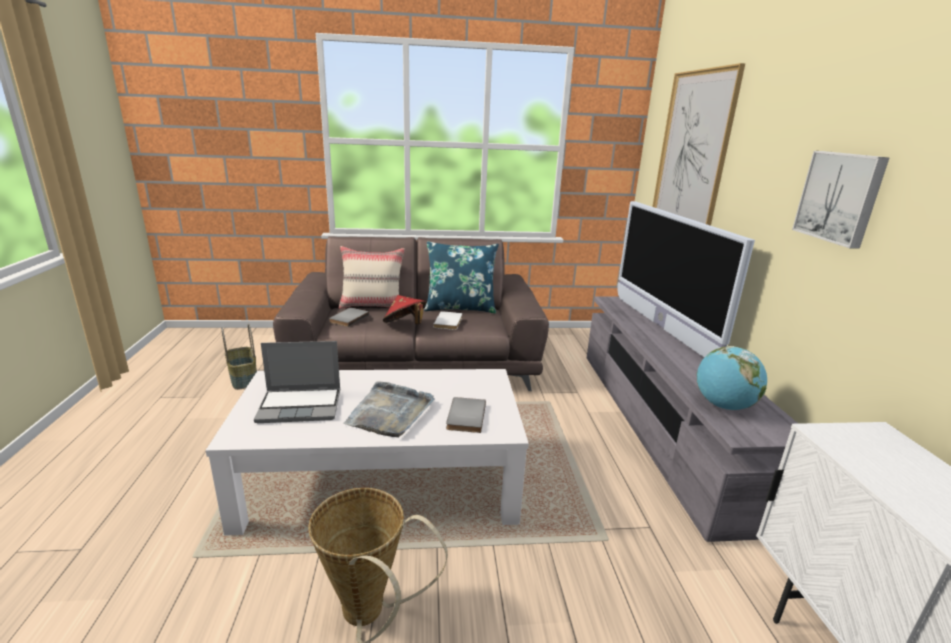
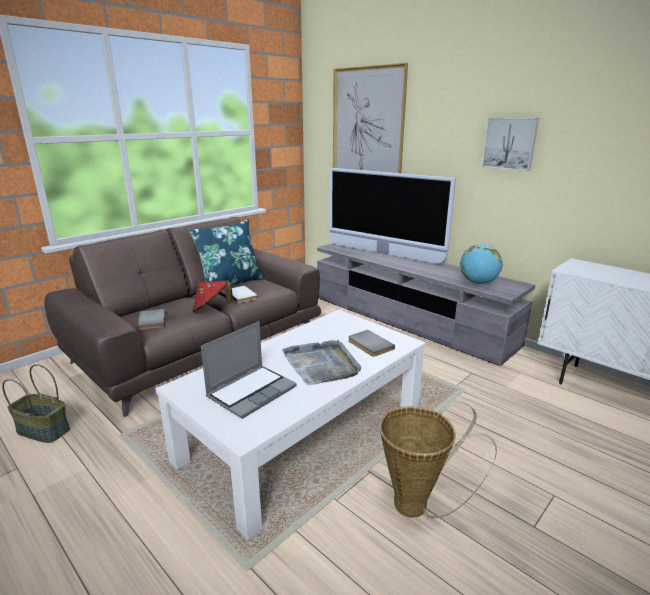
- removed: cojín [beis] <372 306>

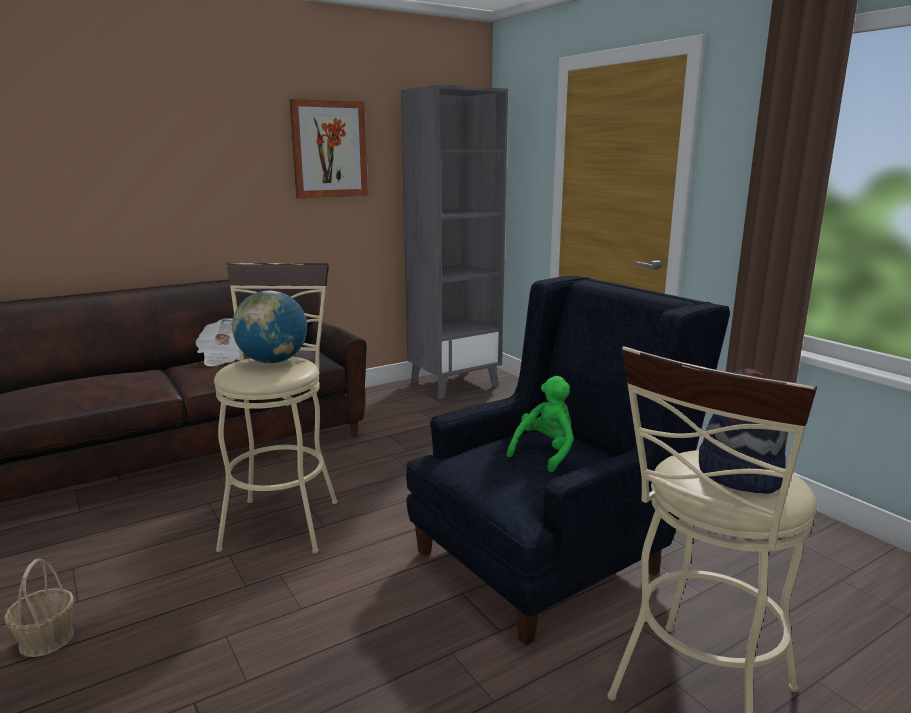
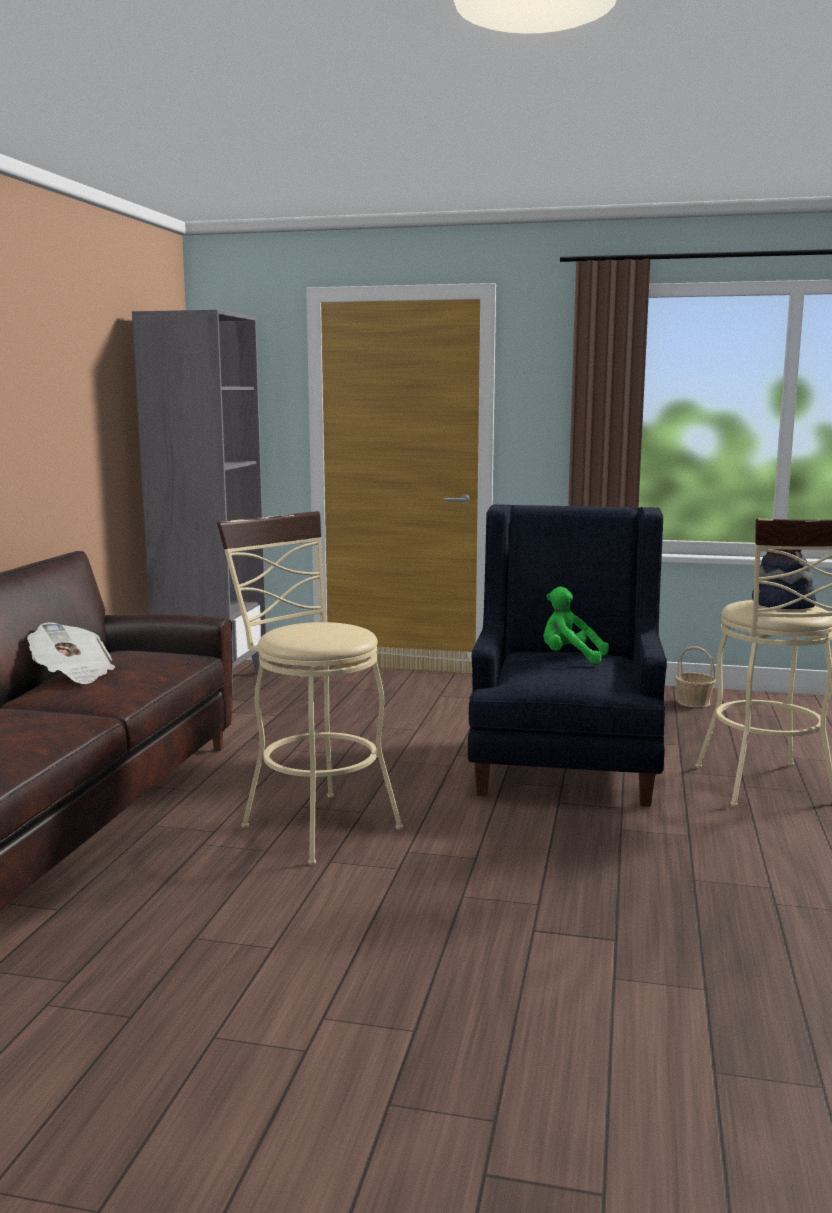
- removed: cuadro <329 149>
- removed: globo terráqueo <273 361>
- turned: peluche [verde] <545 453> = <570 658> 60 degrees counterclockwise
- moved: cesta <46 639> to <694 702>

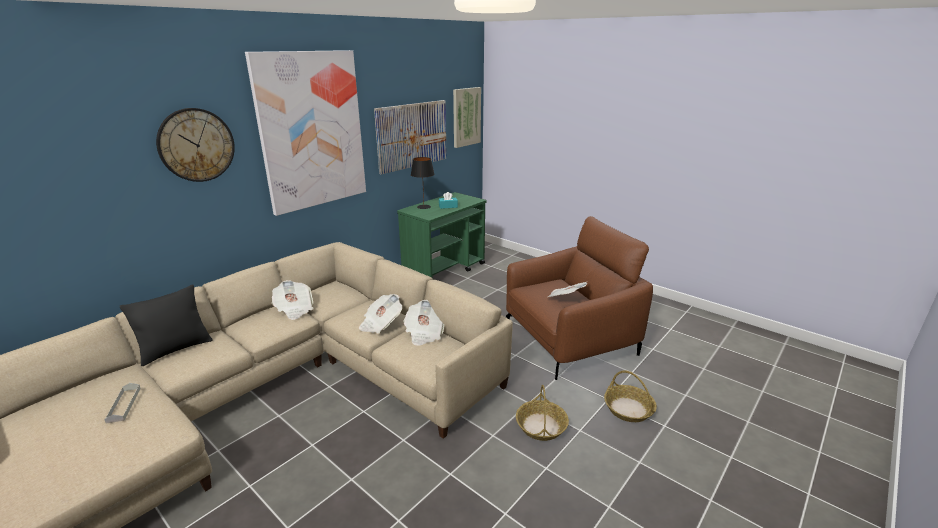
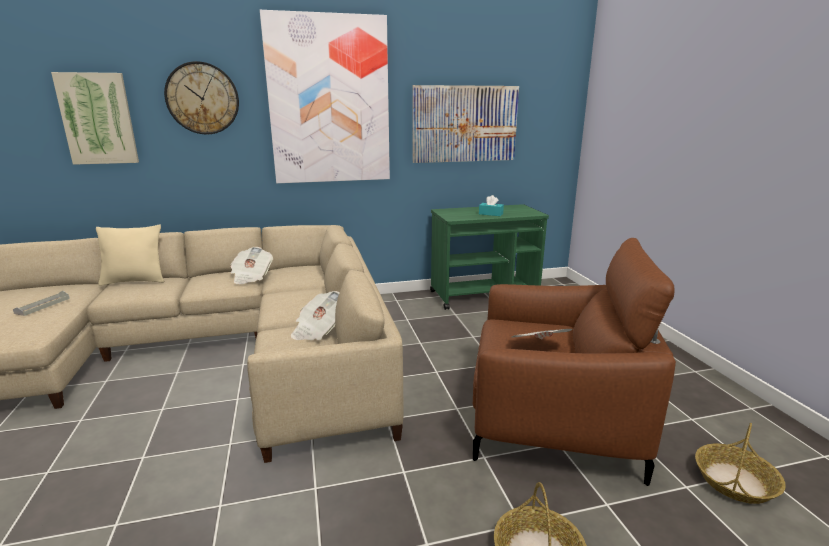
- moved: cuadro <466 117> to <98 119>
- removed: lámpara de mesa [negro] <423 207>
- recoloured: cojín [negro] <176 349> to cojín [beis] <135 281>
- removed: periódico <380 324>
- moved: cesta <541 426> to <735 482>

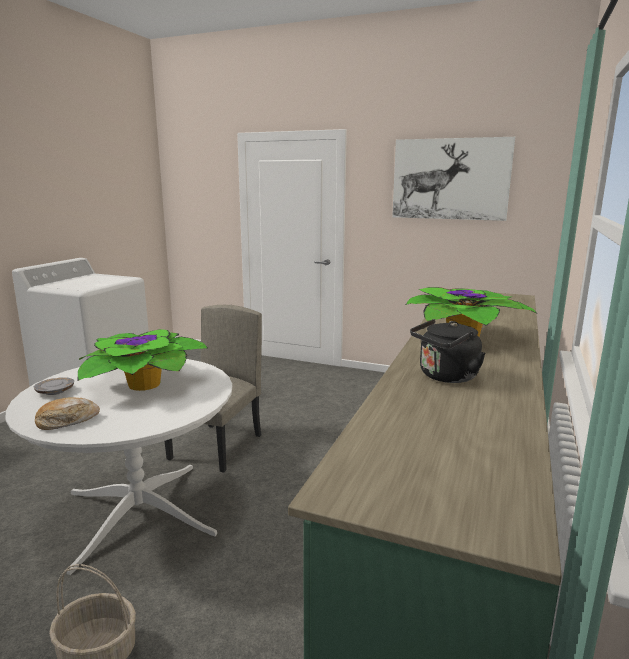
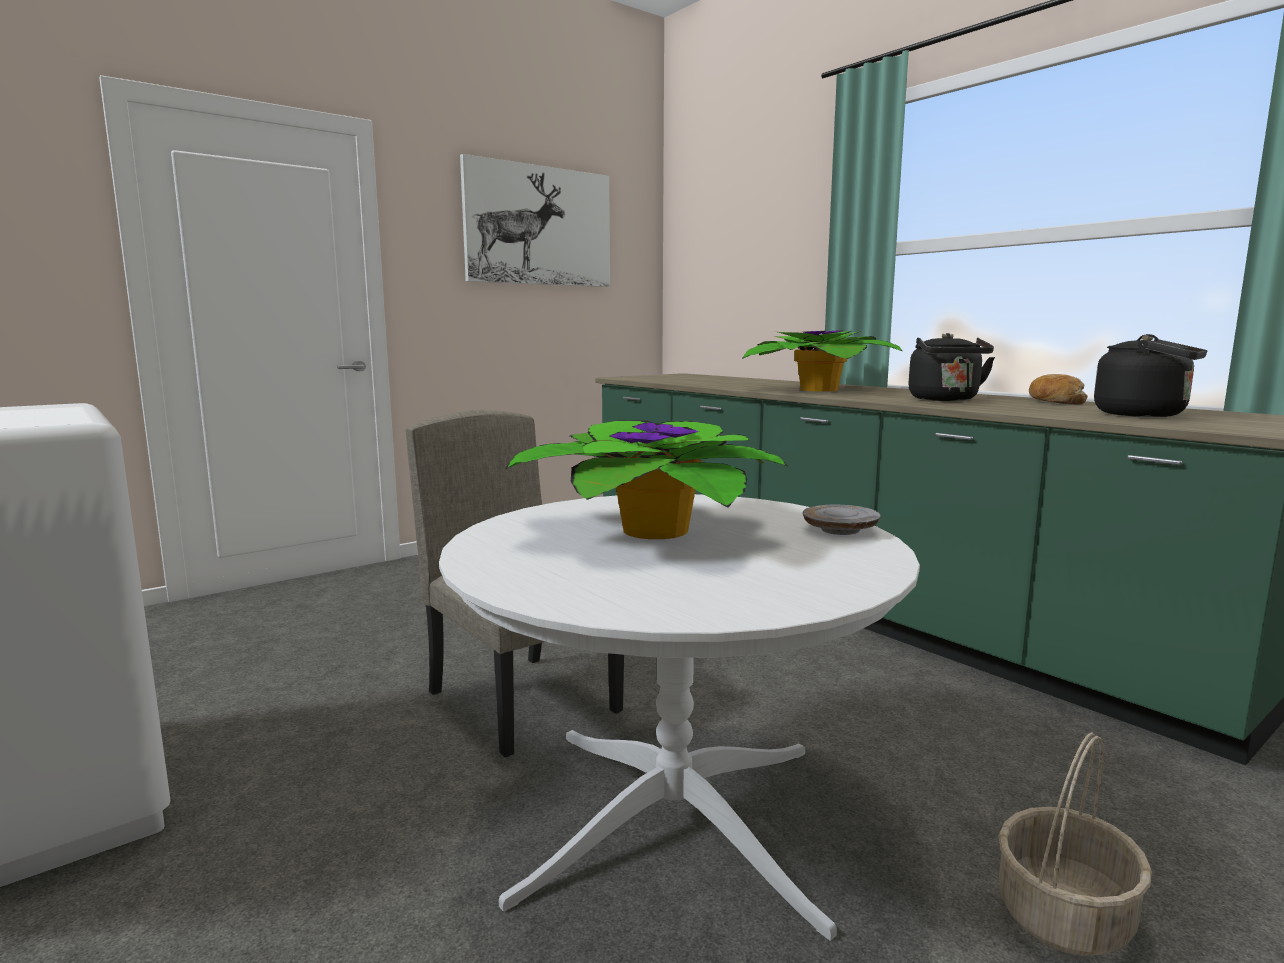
- moved: plato [gris] <55 392> to <840 530>
- moved: pan <67 421> to <1054 402>
- added: hervidor [negro] <1146 415>

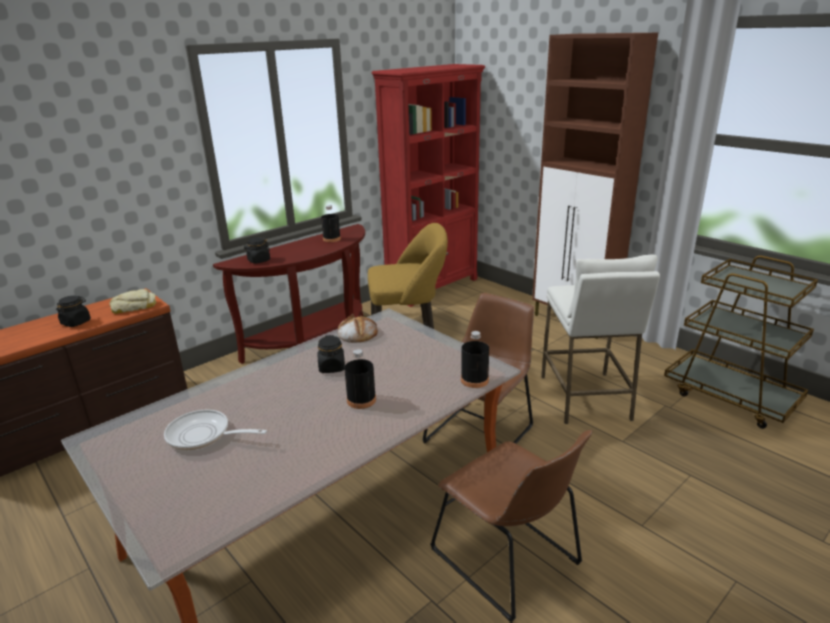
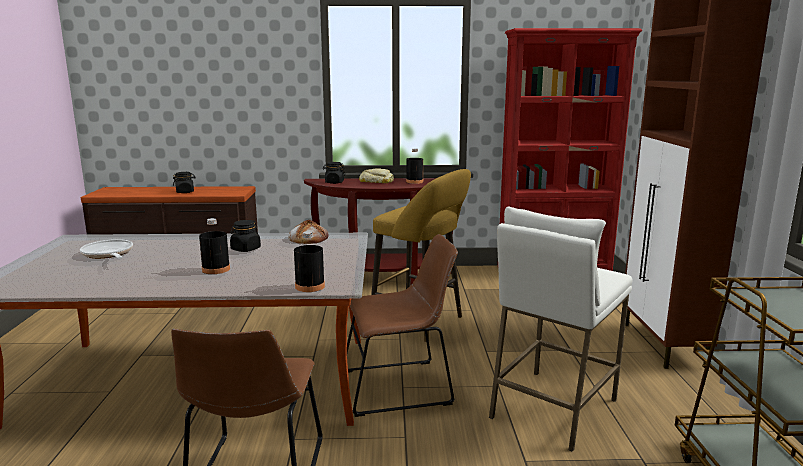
- moved: pan <134 306> to <376 181>

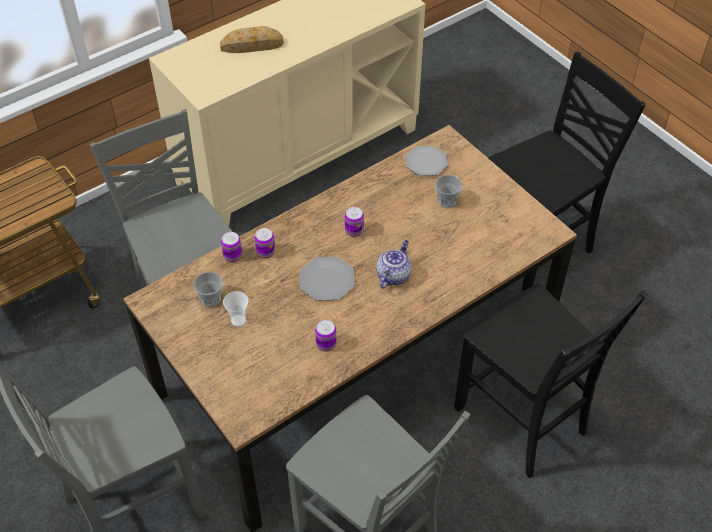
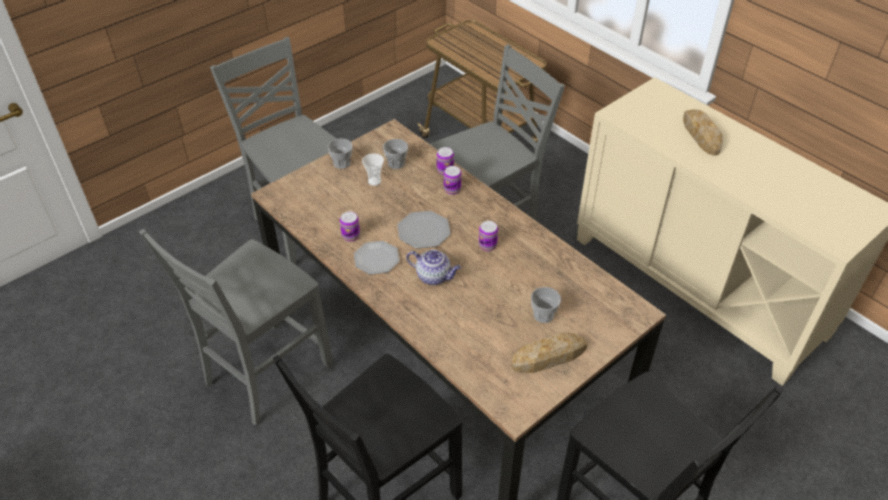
- moved: plato <425 162> to <376 258>
- added: taza <342 163>
- added: pan <549 357>

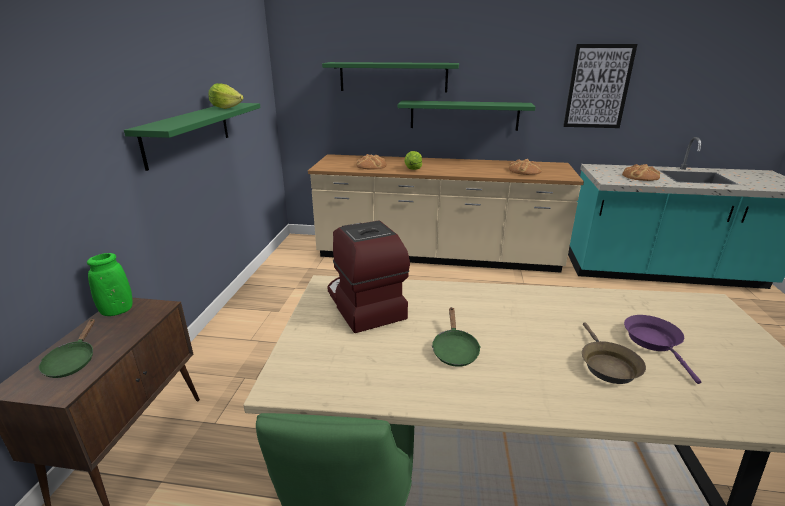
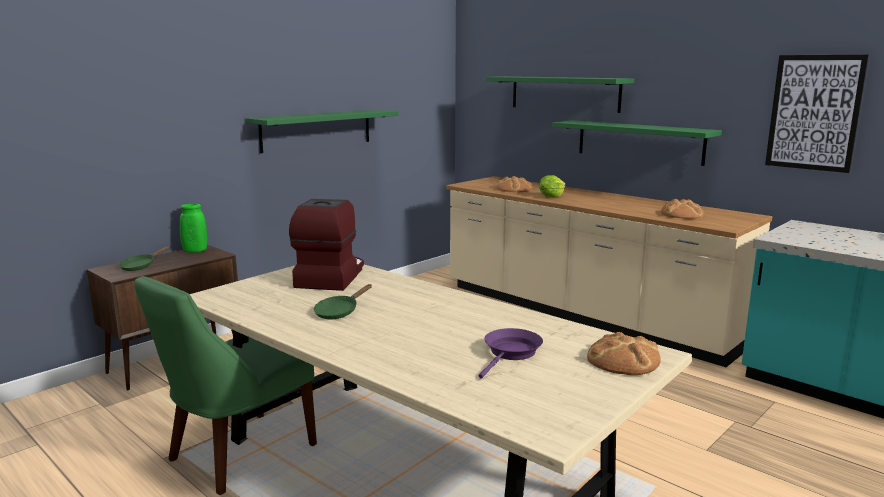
- removed: lechuga <226 108>
- moved: pan <640 176> to <623 360>
- removed: sartén [marrón] <607 365>

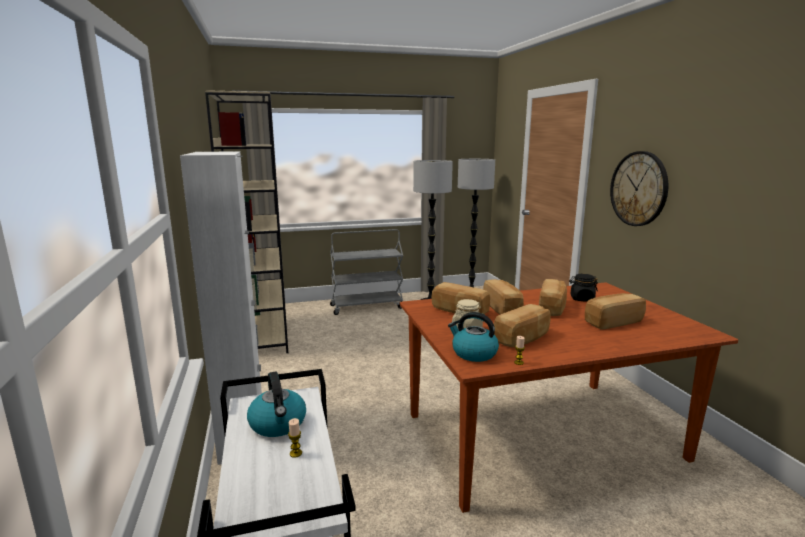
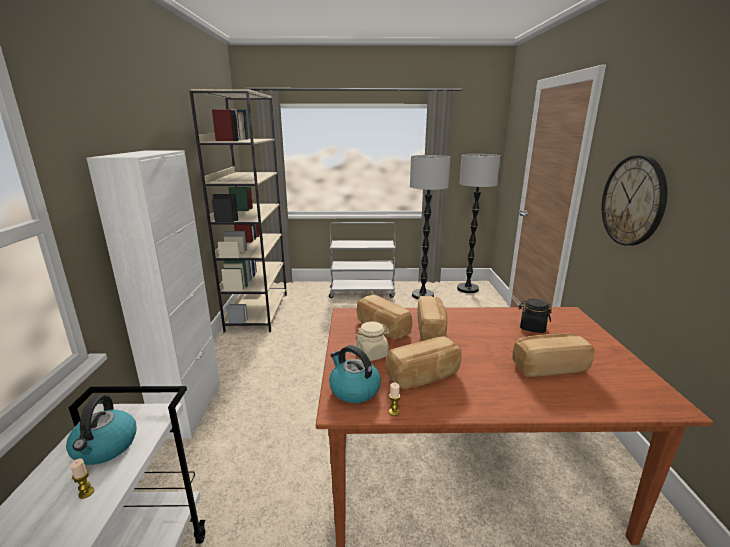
- removed: pan <552 308>

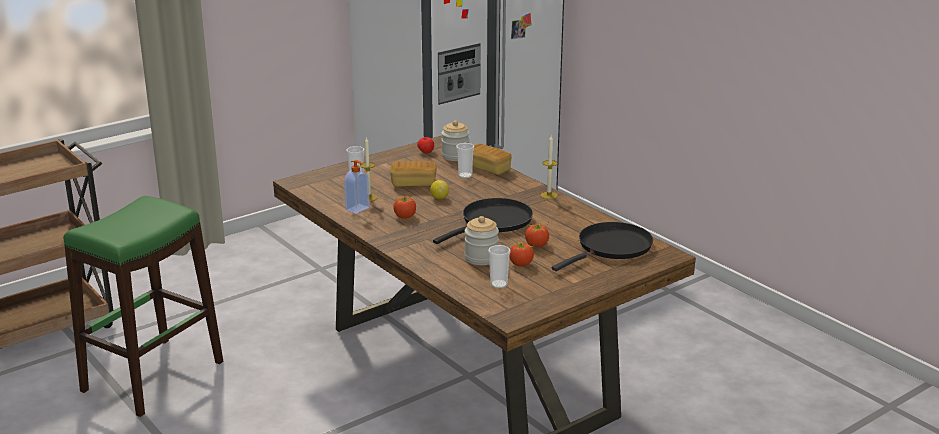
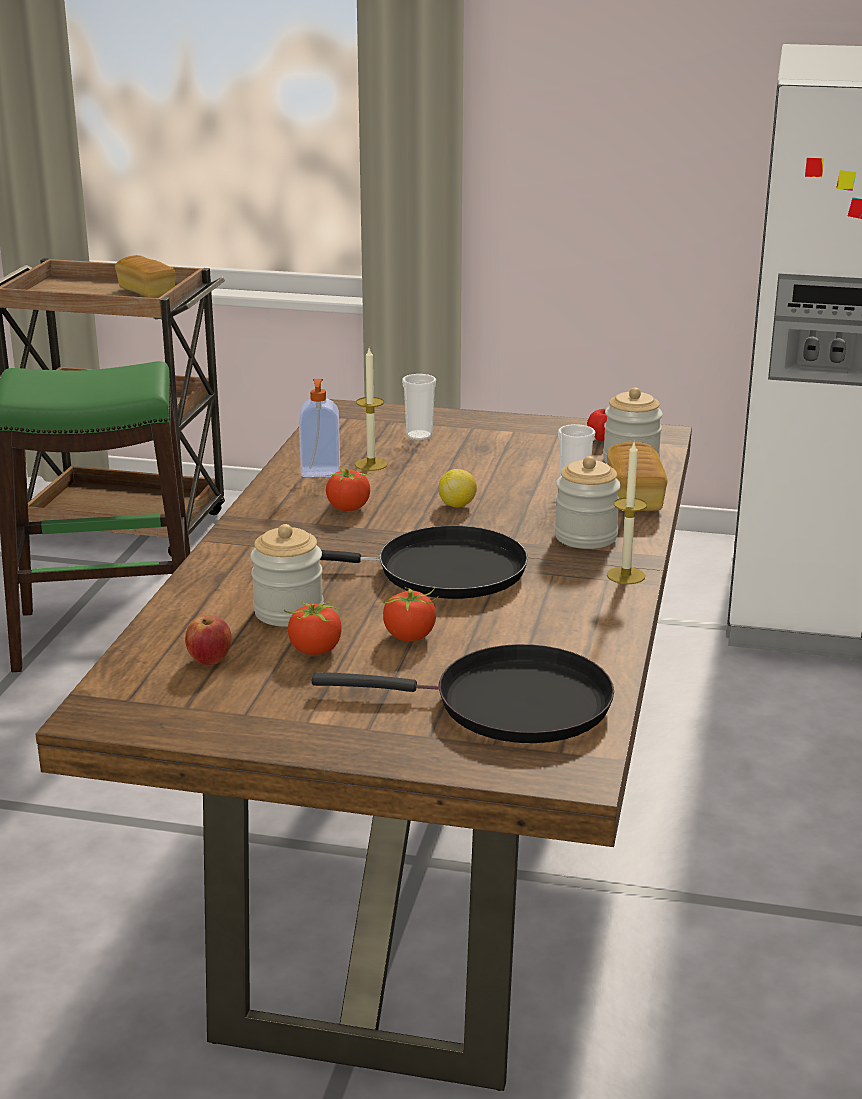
- moved: pan <413 184> to <146 292>
- replaced: taza <498 284> to manzana <210 660>
- added: tarro <585 537>

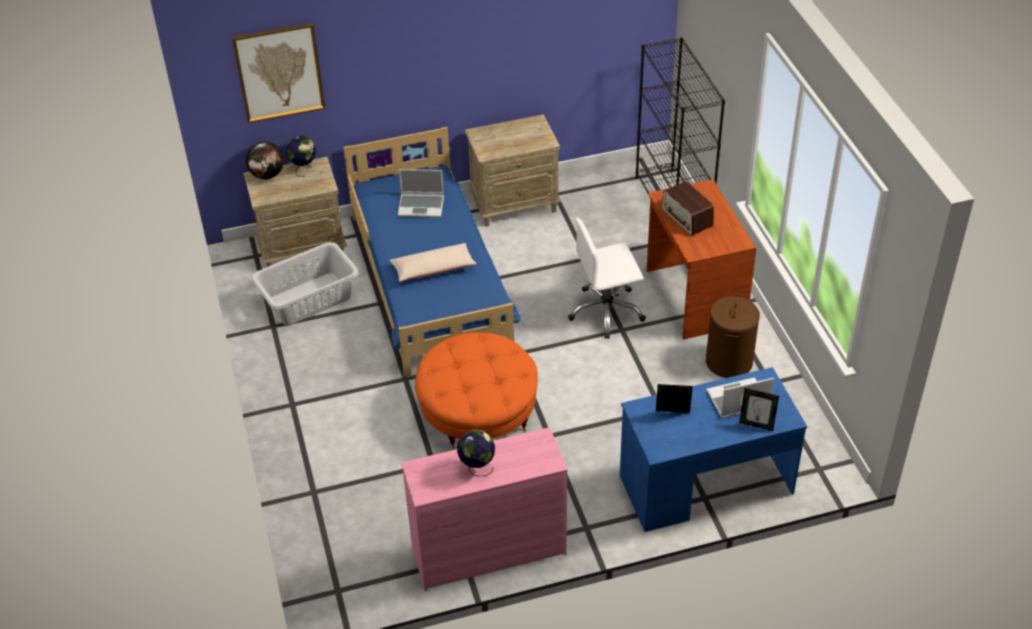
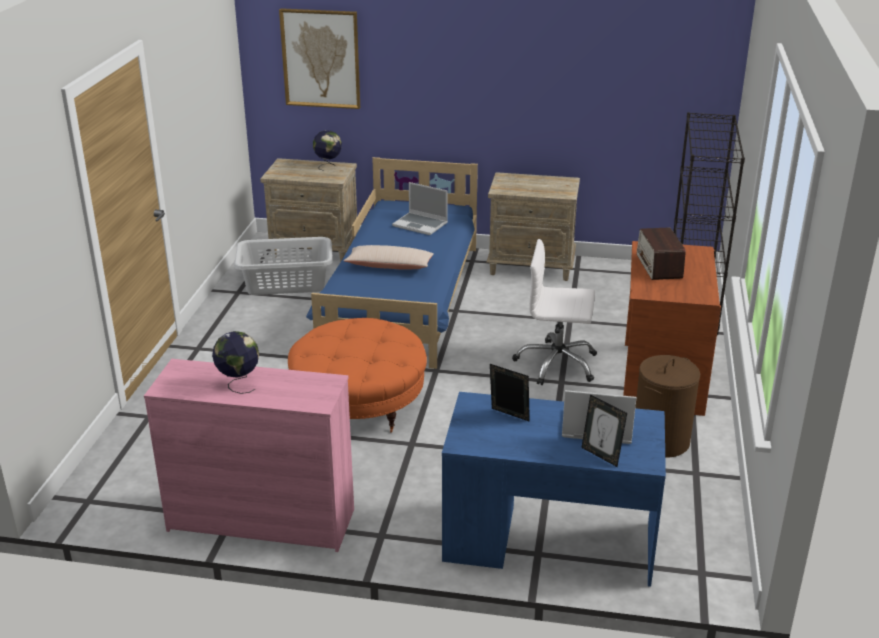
- removed: globo terráqueo <267 175>

